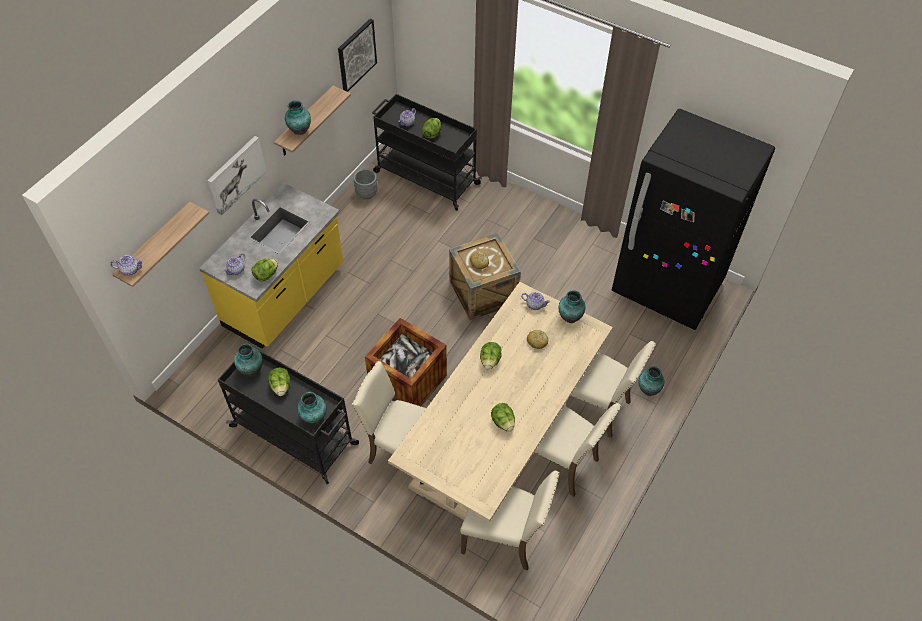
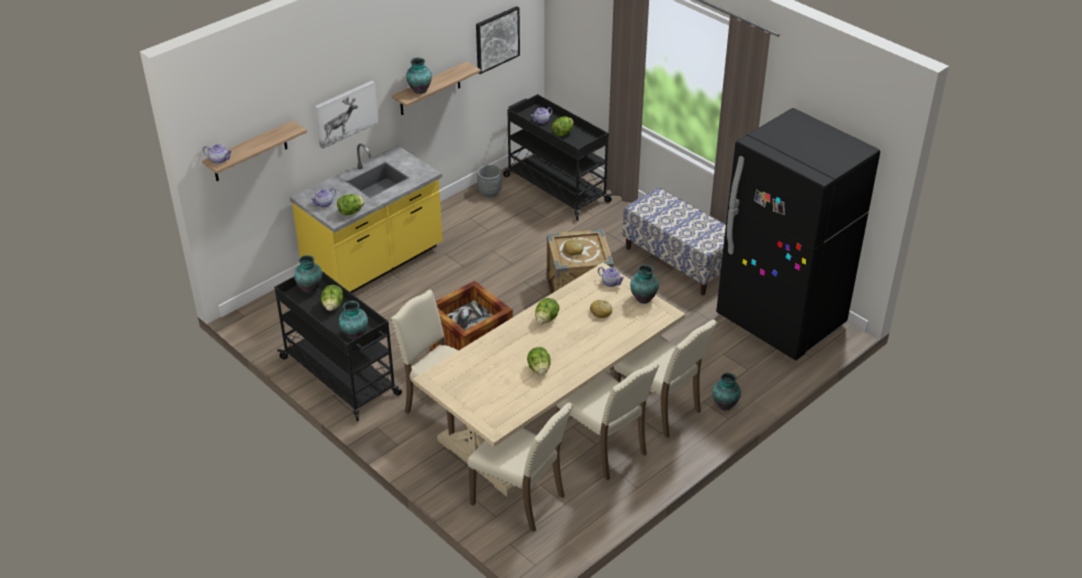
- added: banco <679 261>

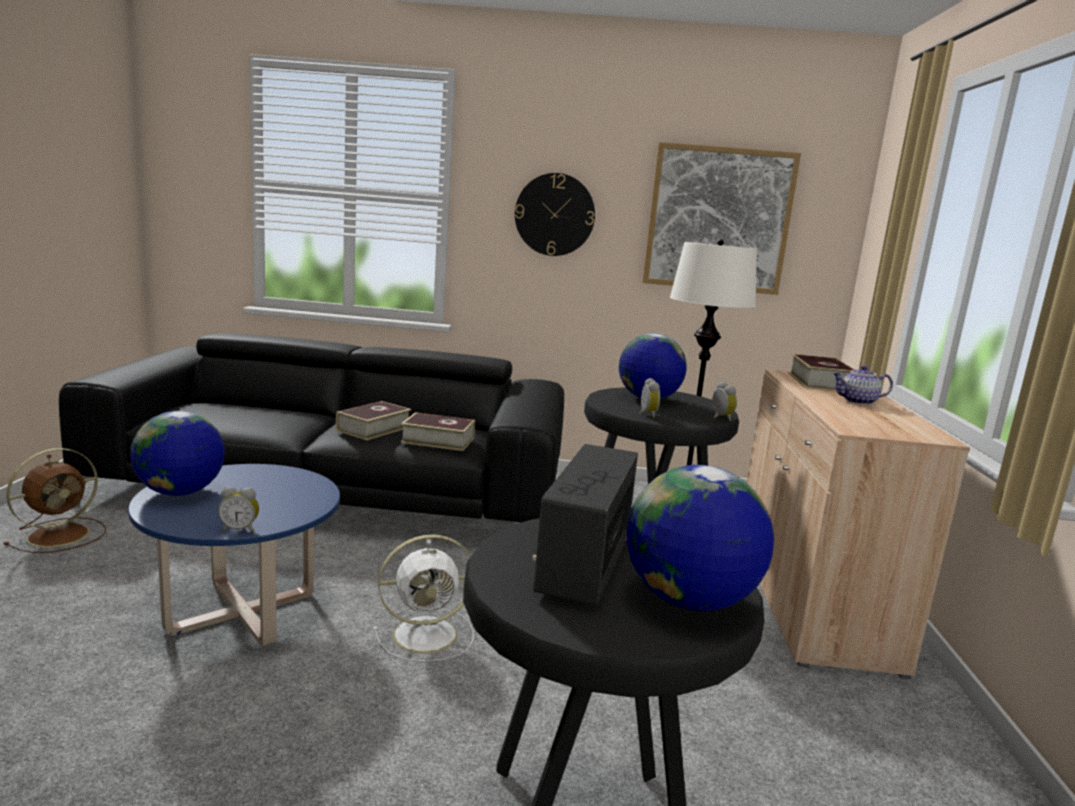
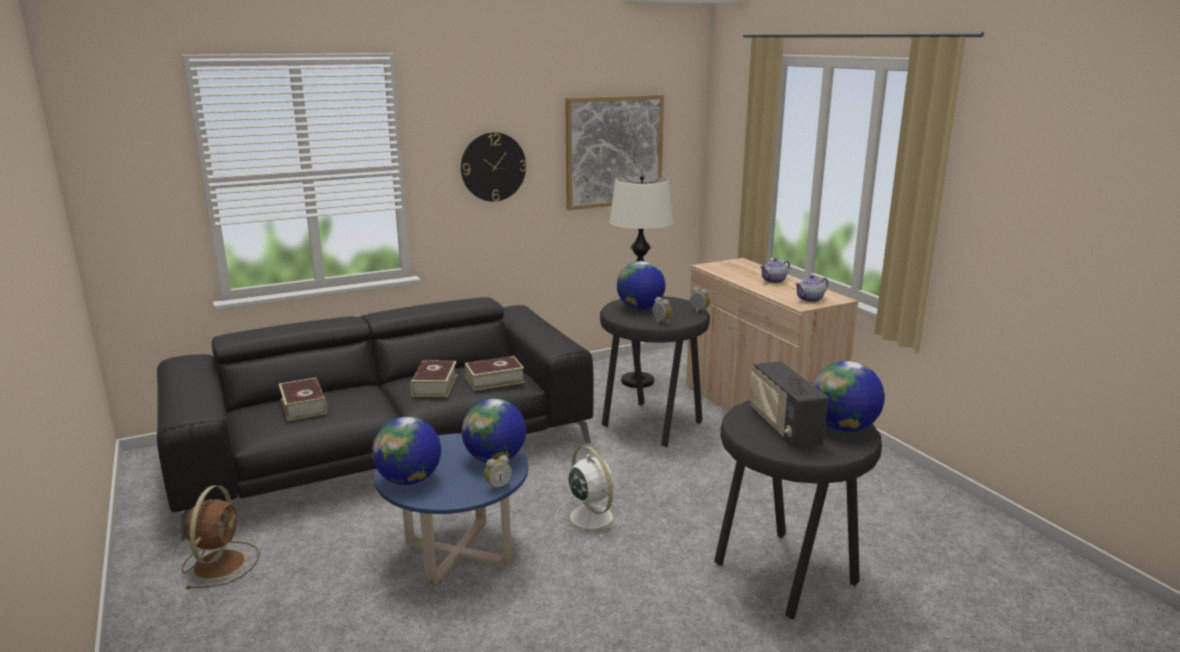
- moved: libro <819 382> to <303 406>
- turned: ventilador [blanco] <428 634> = <590 516> 75 degrees counterclockwise
- added: tetera <810 300>
- added: globo terráqueo <495 459>

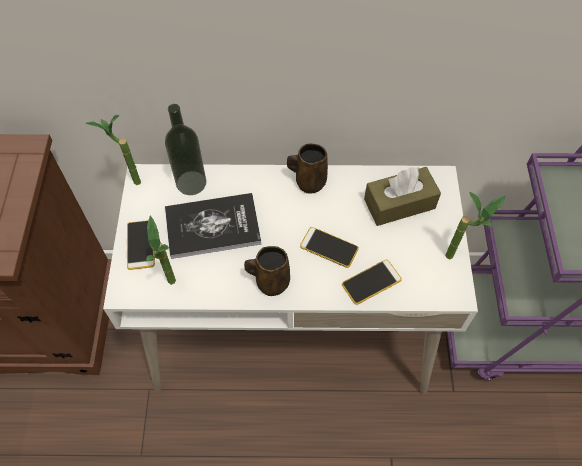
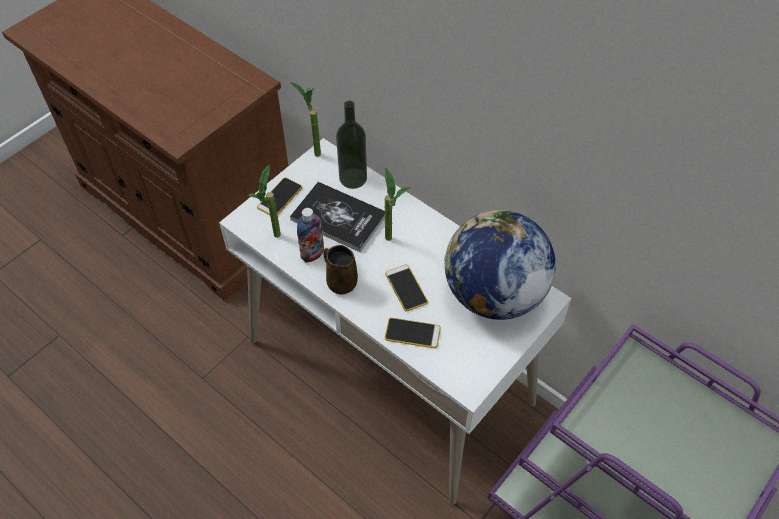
- removed: taza grande [marrón] <308 182>
- replaced: caja de pañuelos [marrón] <399 204> to globo terráqueo <493 294>
- moved: planta en maceta <457 256> to <393 242>
- added: botella <312 254>

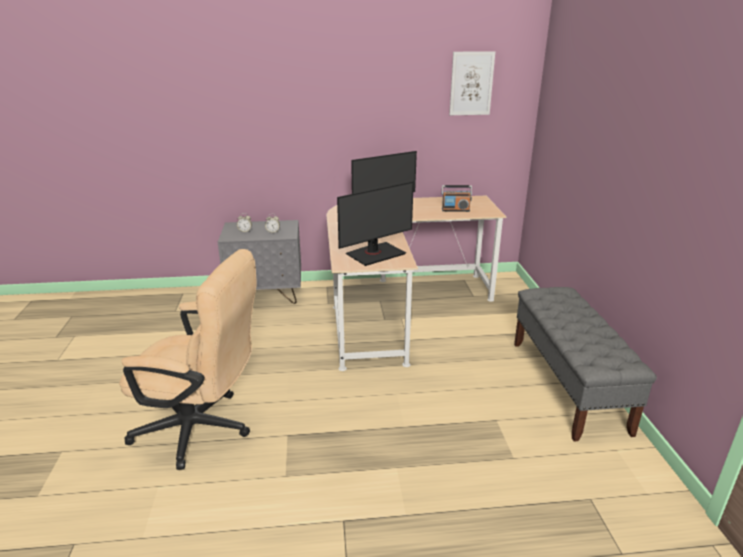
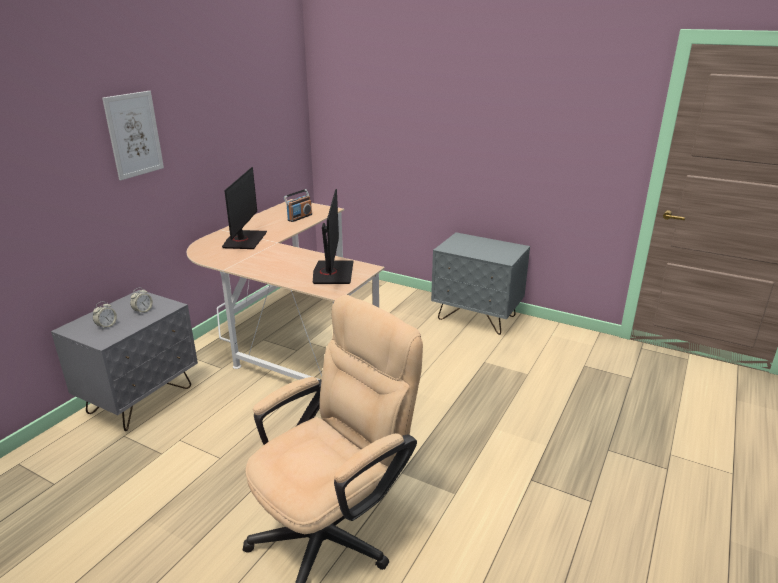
- moved: cuadro <471 83> to <134 135>
- replaced: banco [gris] <568 385> to mesita de noche [gris] <477 318>

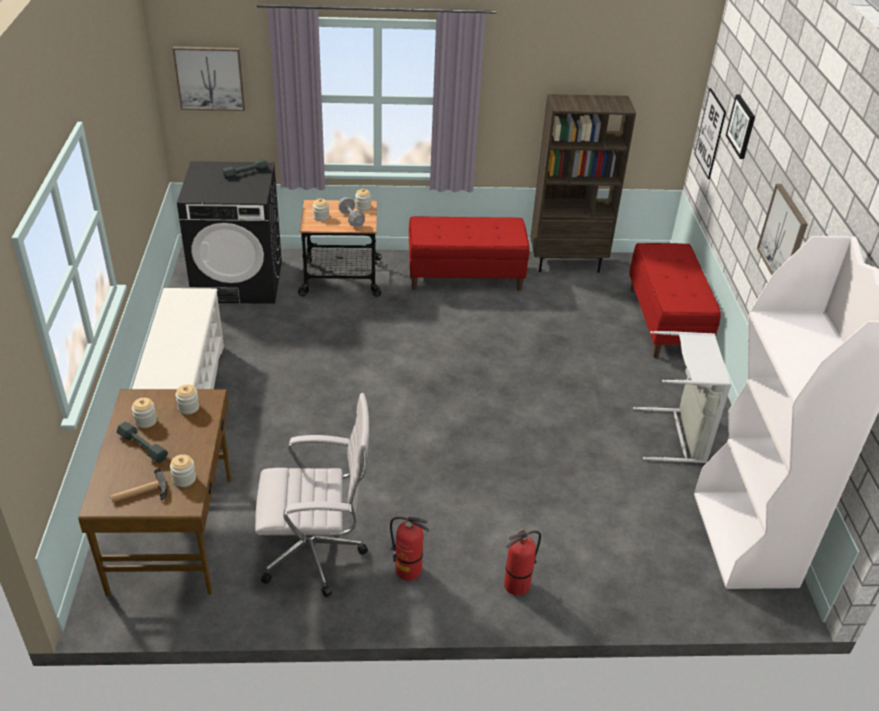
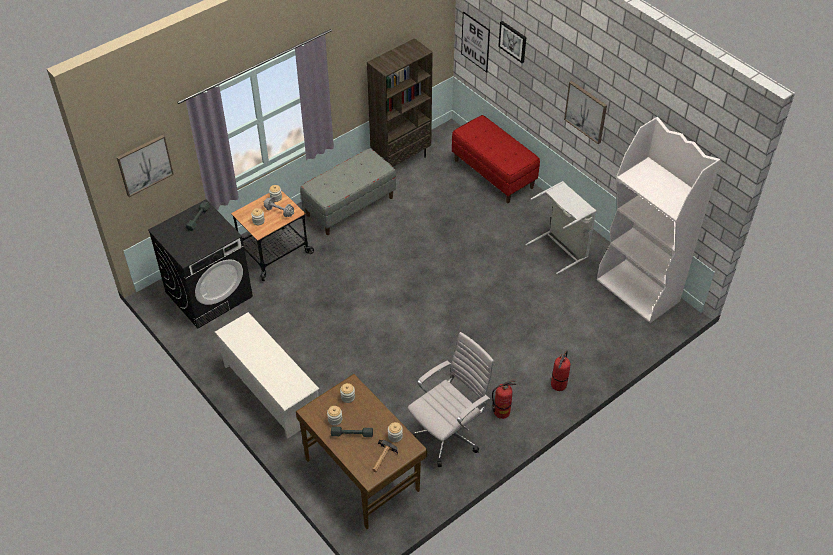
- recoloured: banco [rojo] <465 276> to banco [gris] <349 206>

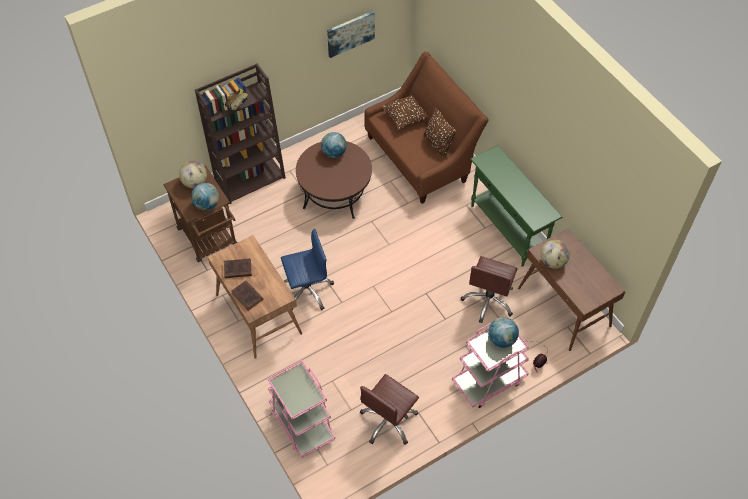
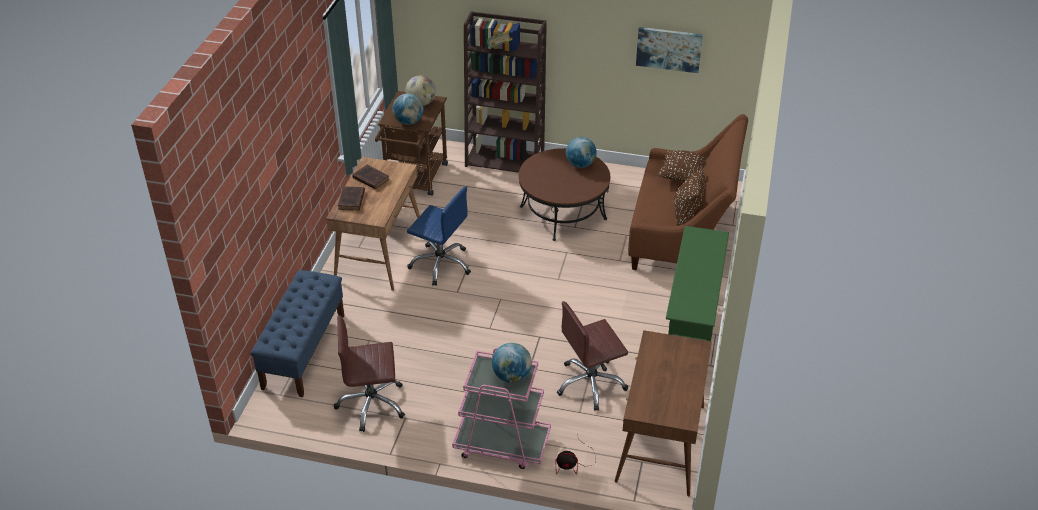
- removed: globo terráqueo <553 262>
- replaced: carrito [rosa] <302 423> to banco [azul] <304 351>

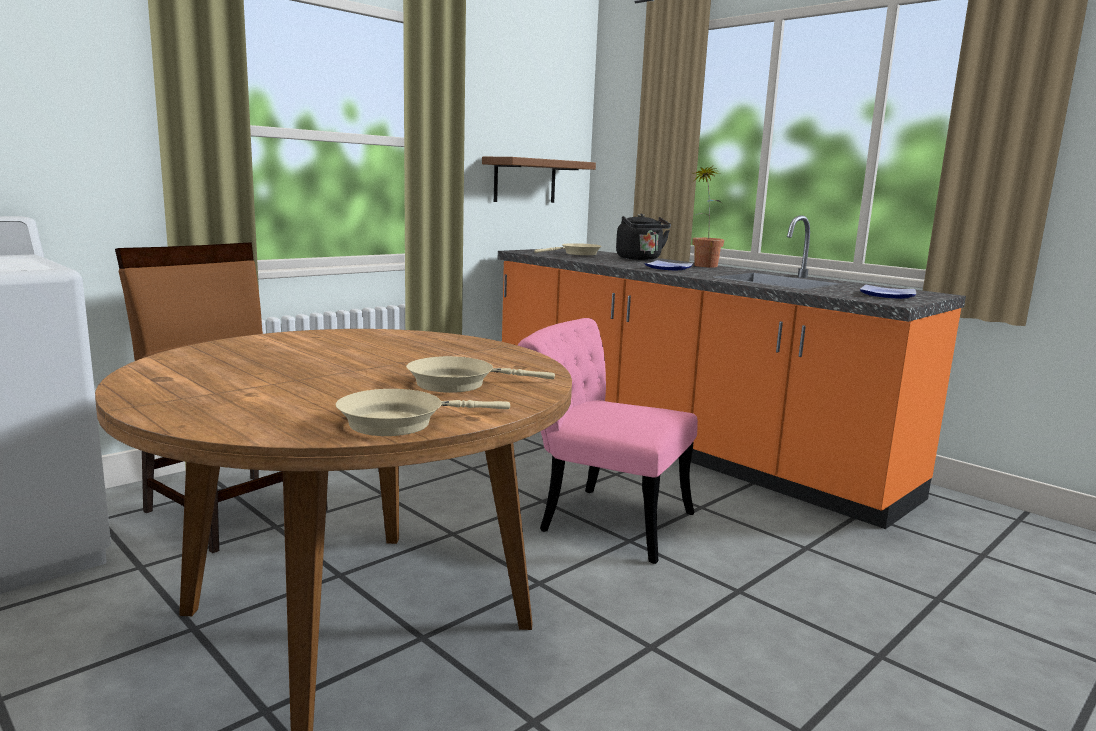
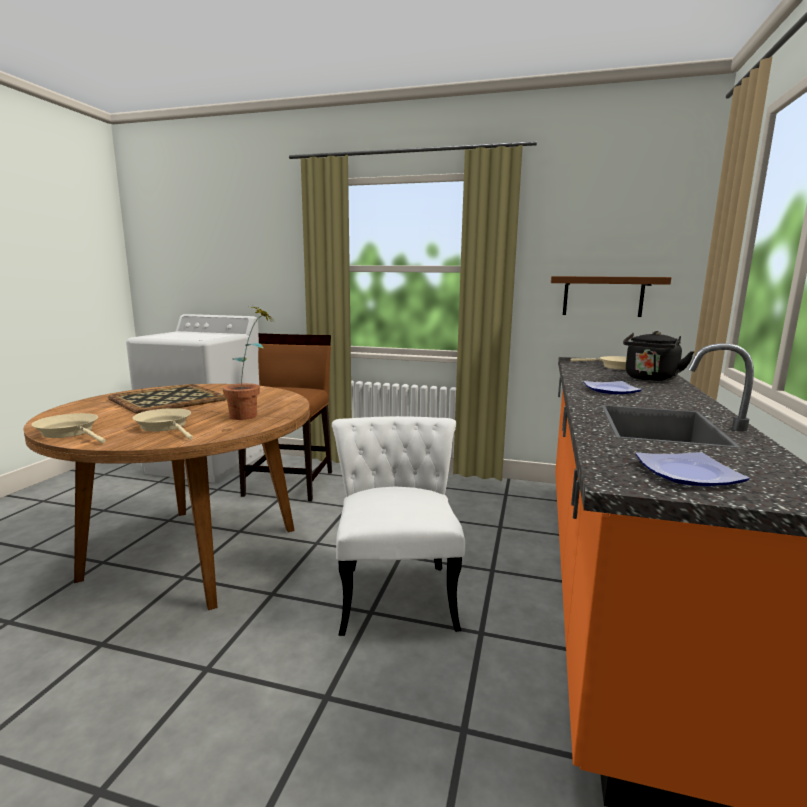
- moved: planta en maceta <703 265> to <251 415>
- recoloured: silla [rosa] <601 519> to silla [blanco] <396 588>
- added: bandeja <168 399>

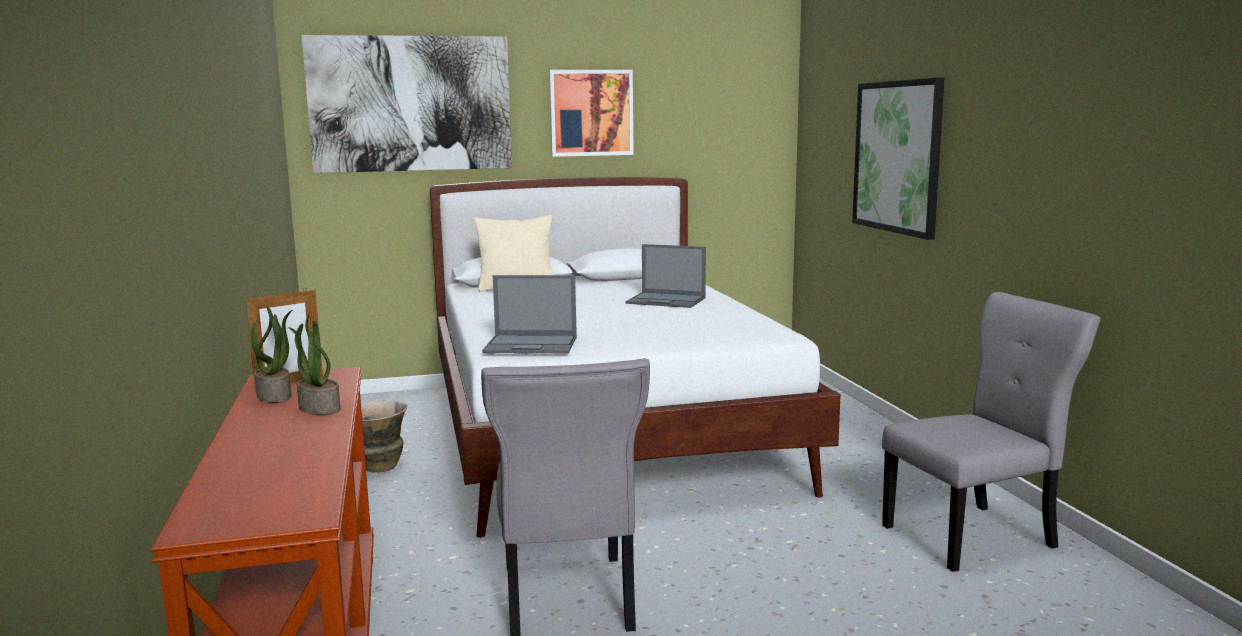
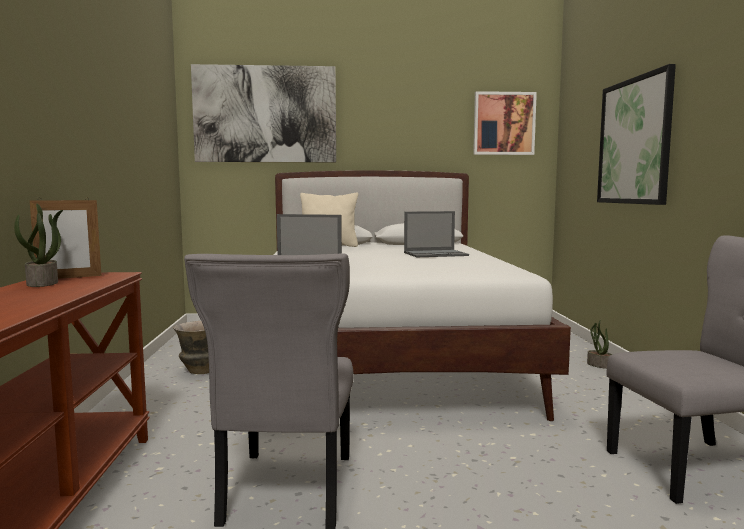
- moved: cuadro <591 113> to <504 123>
- turned: portátil <667 300> = <436 254> 45 degrees counterclockwise
- moved: planta en maceta <318 408> to <599 365>

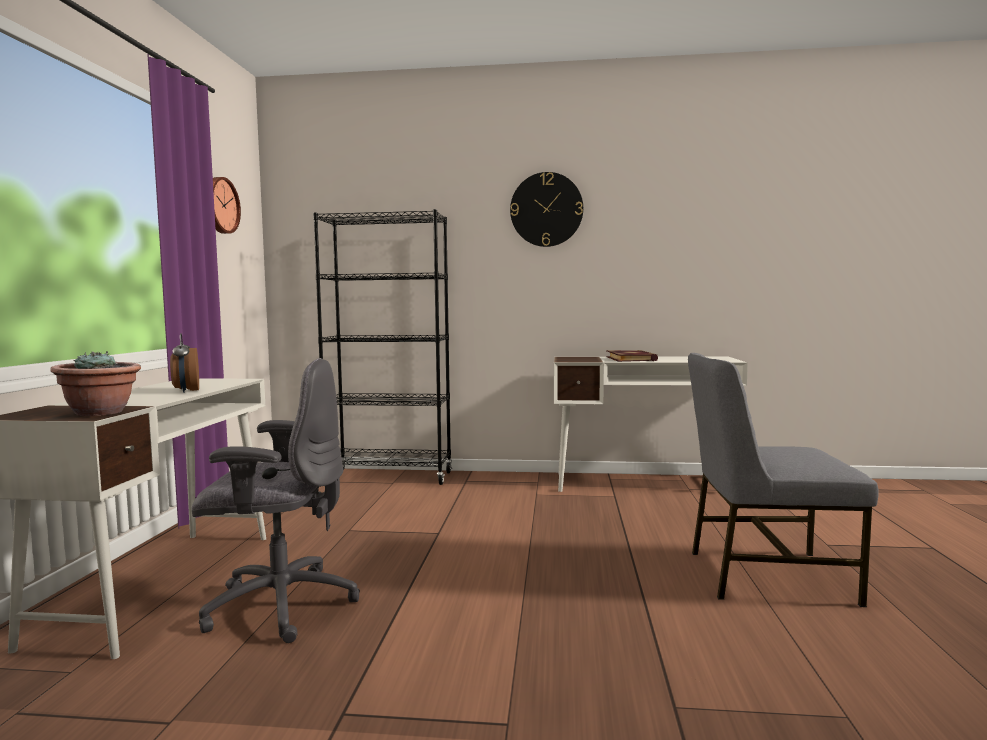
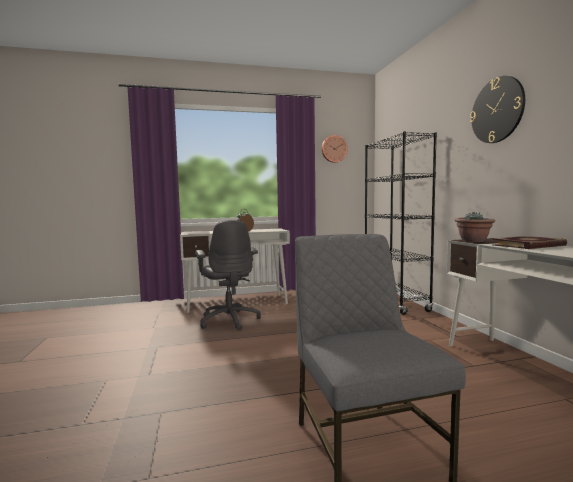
- moved: planta en maceta <100 412> to <473 241>

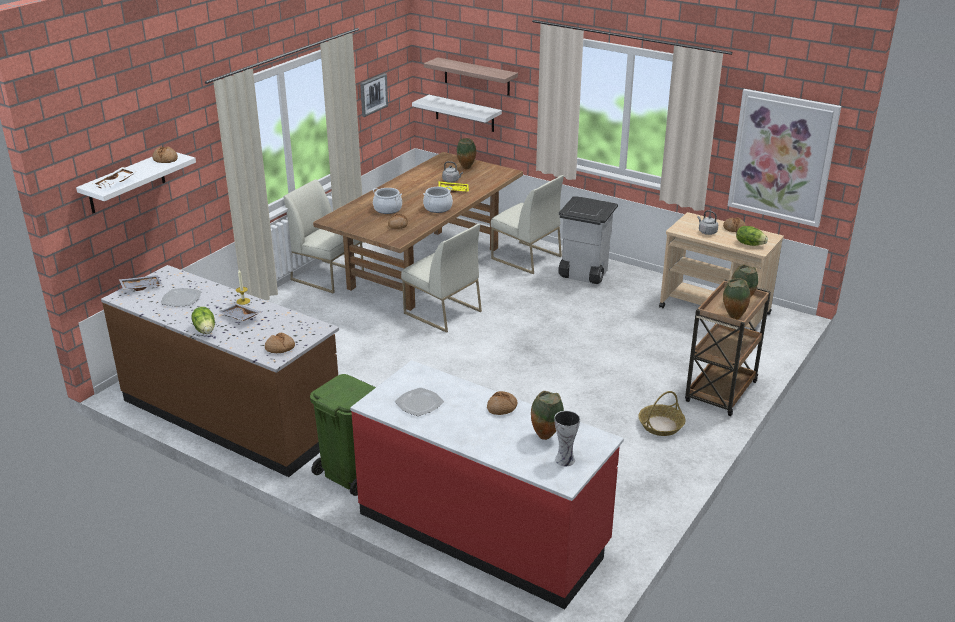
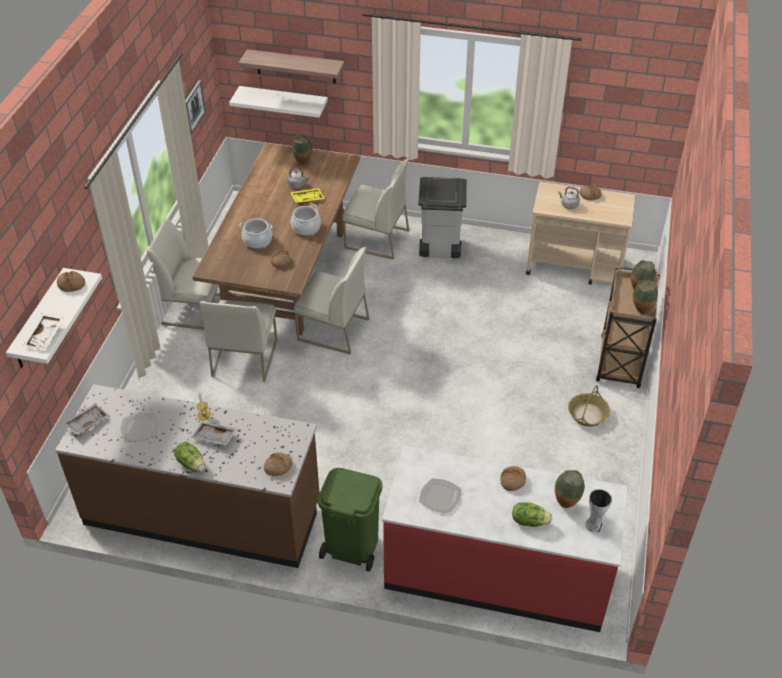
- removed: cuadro <782 157>
- moved: lechuga <749 244> to <529 521>
- added: silla [blanco] <244 357>

